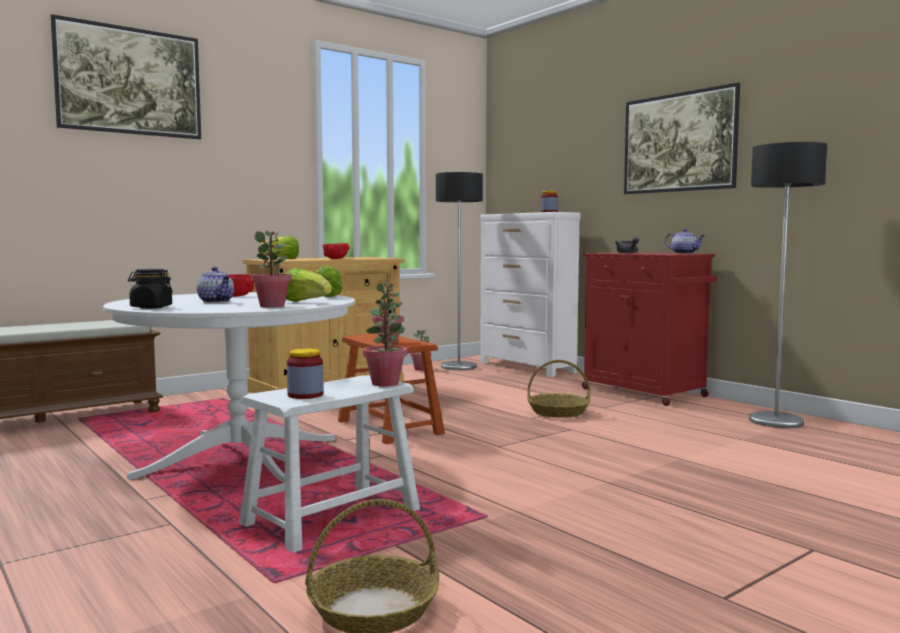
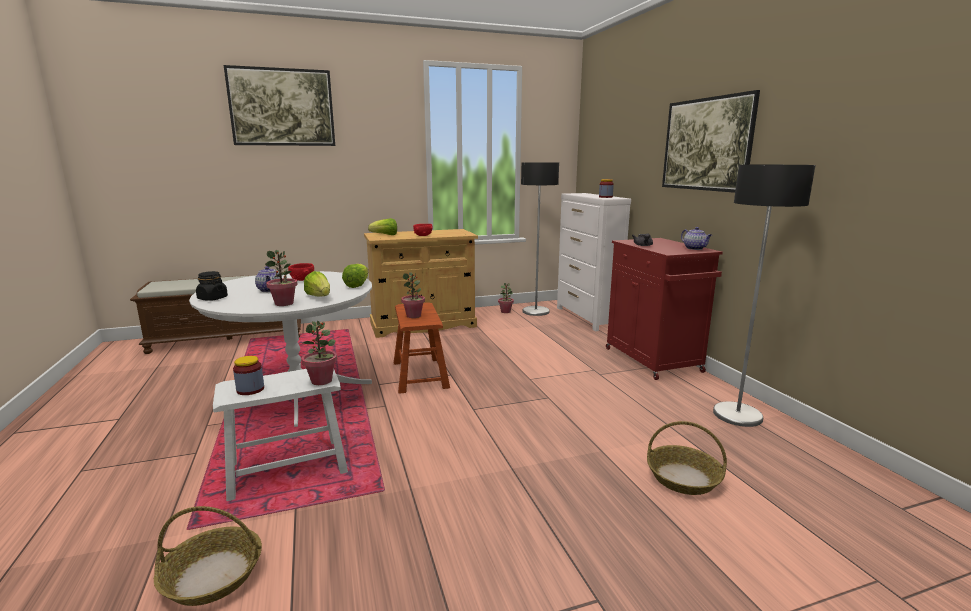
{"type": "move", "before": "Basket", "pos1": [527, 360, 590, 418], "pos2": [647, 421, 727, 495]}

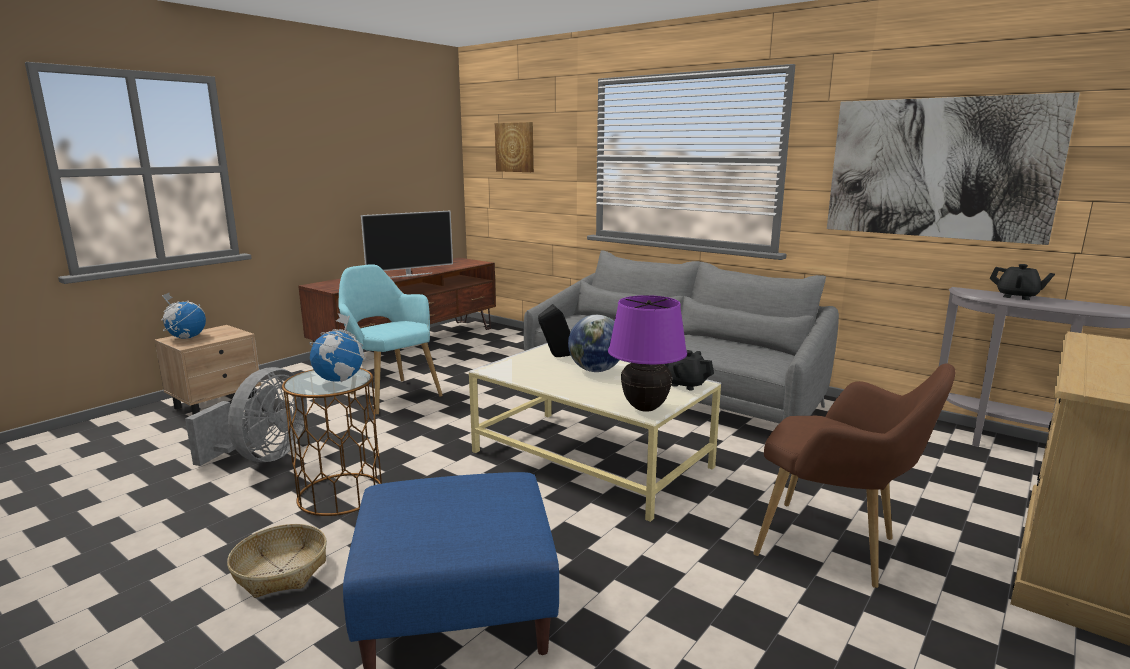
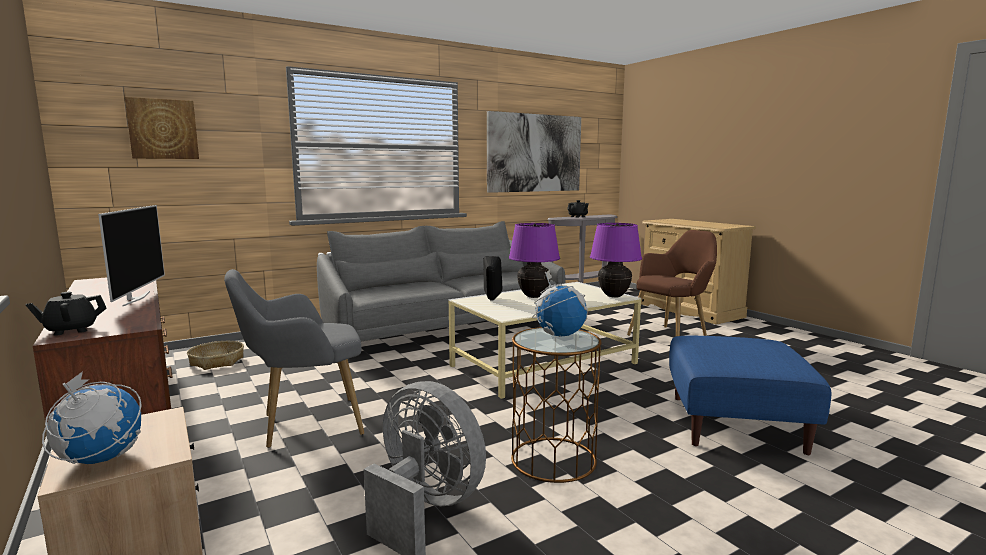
{"type": "move", "before": "Basket", "pos1": [227, 524, 327, 598], "pos2": [187, 341, 244, 370]}
{"type": "recolor", "before": "TurquoiseArmchair", "after": "GreyArmchair", "pos1": [338, 264, 442, 415], "pos2": [224, 269, 364, 448]}
{"type": "replace", "before": "Globe", "after": "PurpleTableLamp", "pos1": [568, 315, 619, 372], "pos2": [509, 223, 560, 298]}
{"type": "move", "before": "BlackTeapot", "pos1": [665, 350, 714, 390], "pos2": [26, 292, 107, 336]}

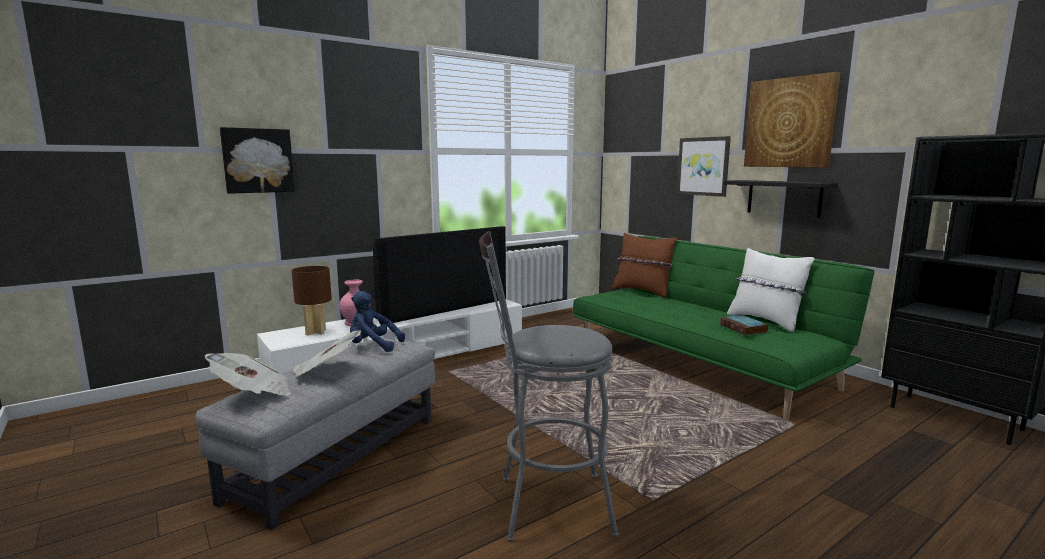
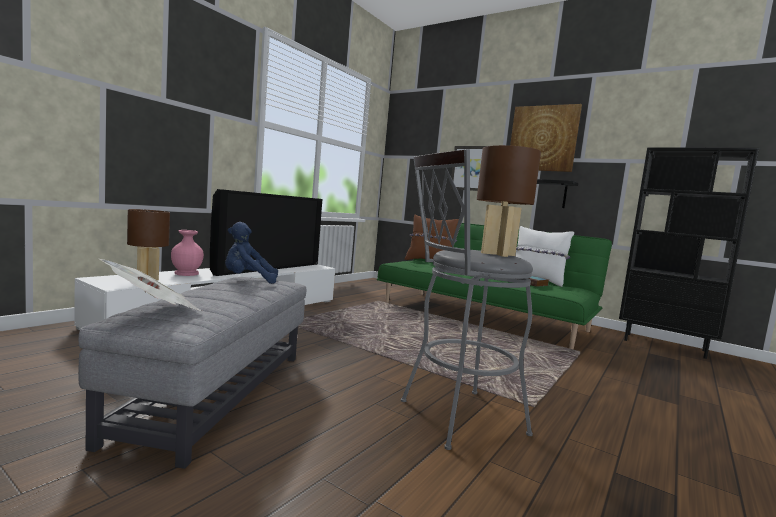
{"type": "delete", "before": "Picture", "pos1": [220, 127, 295, 194]}
{"type": "delete", "before": "Newspaper", "pos1": [294, 330, 361, 378]}
{"type": "insert", "after": "BrownTableLamp", "pos2": [477, 145, 541, 257]}

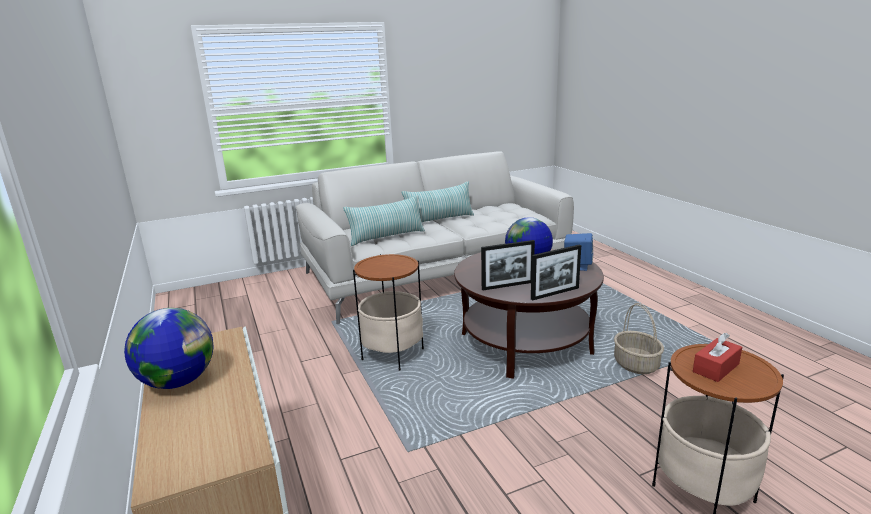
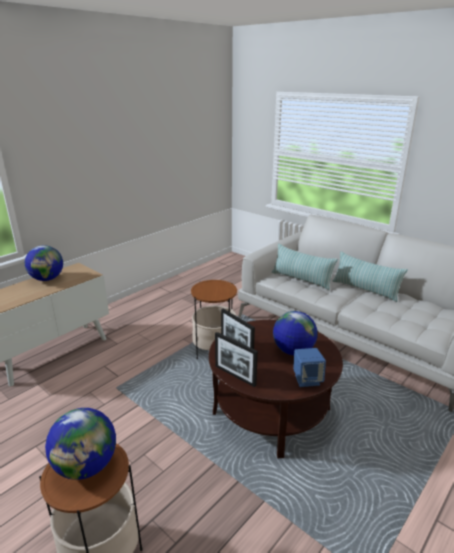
{"type": "delete", "before": "Basket", "pos1": [614, 303, 664, 374]}
{"type": "replace", "before": "RedTissueBox", "after": "Globe", "pos1": [693, 333, 742, 382], "pos2": [45, 408, 116, 480]}

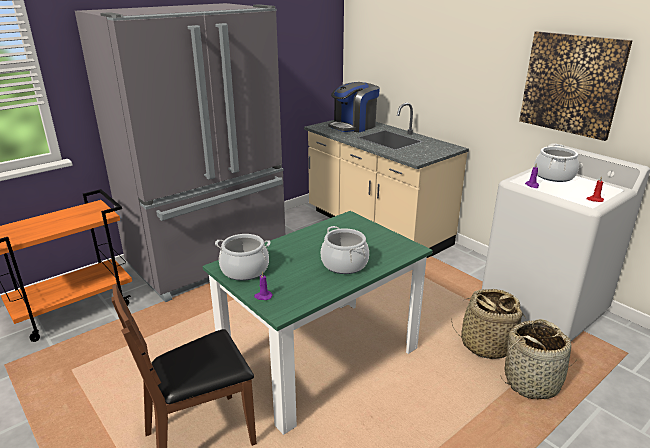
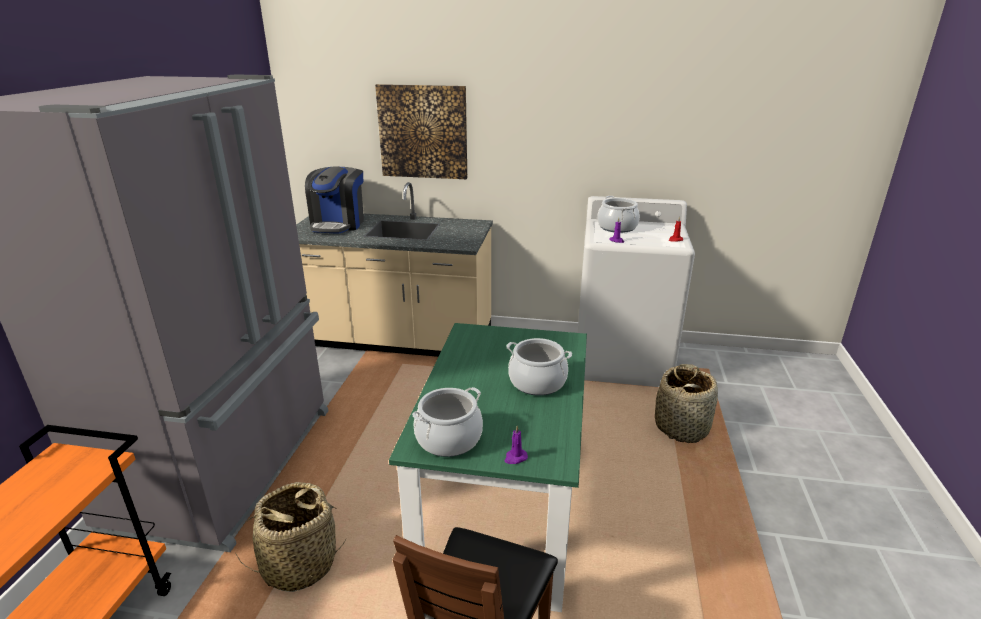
{"type": "move", "before": "Basket", "pos1": [451, 289, 526, 359], "pos2": [234, 482, 345, 592]}
{"type": "move", "before": "Picture", "pos1": [519, 31, 633, 141], "pos2": [375, 84, 467, 179]}

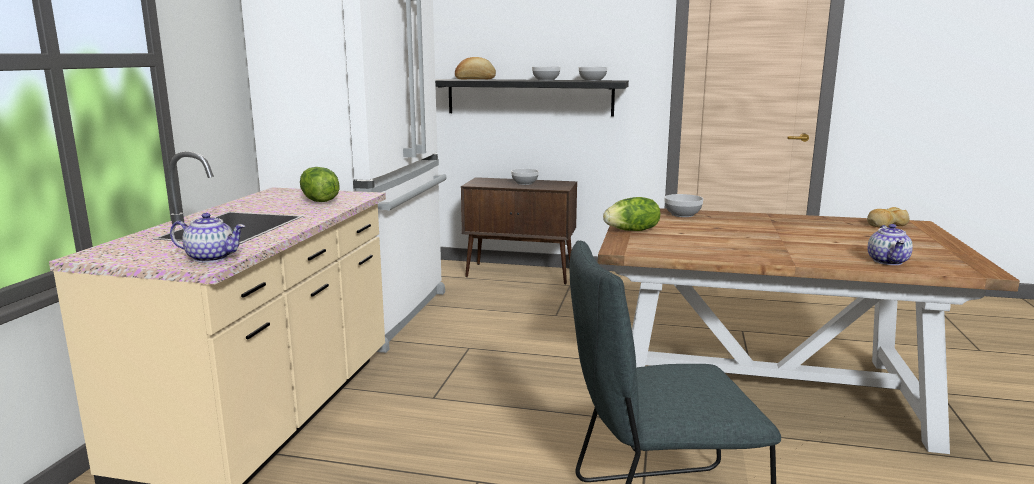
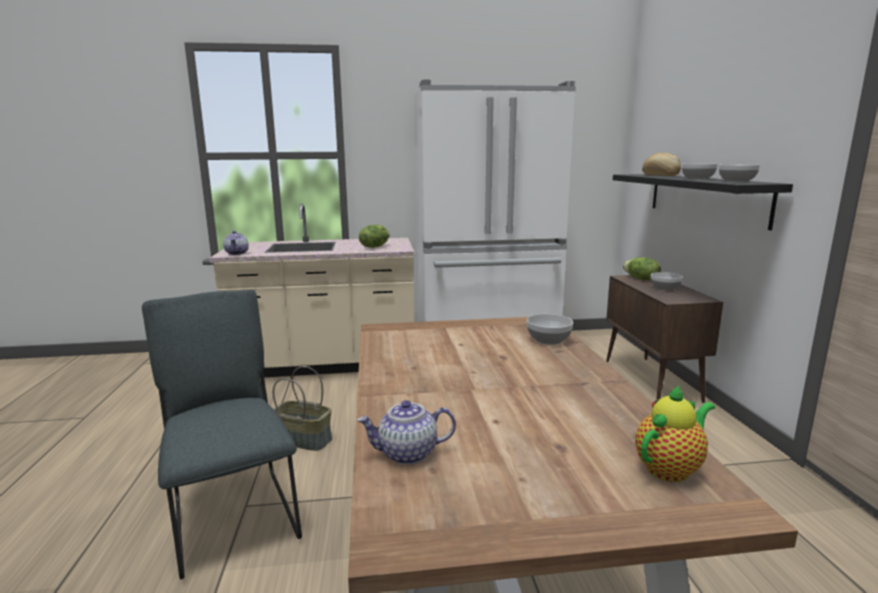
{"type": "move", "before": "Lettuce", "pos1": [603, 197, 660, 231], "pos2": [623, 257, 661, 280]}
{"type": "replace", "before": "Bread", "after": "Teapot", "pos1": [867, 207, 910, 228], "pos2": [635, 385, 716, 482]}
{"type": "insert", "after": "Basket", "pos2": [273, 366, 332, 451]}

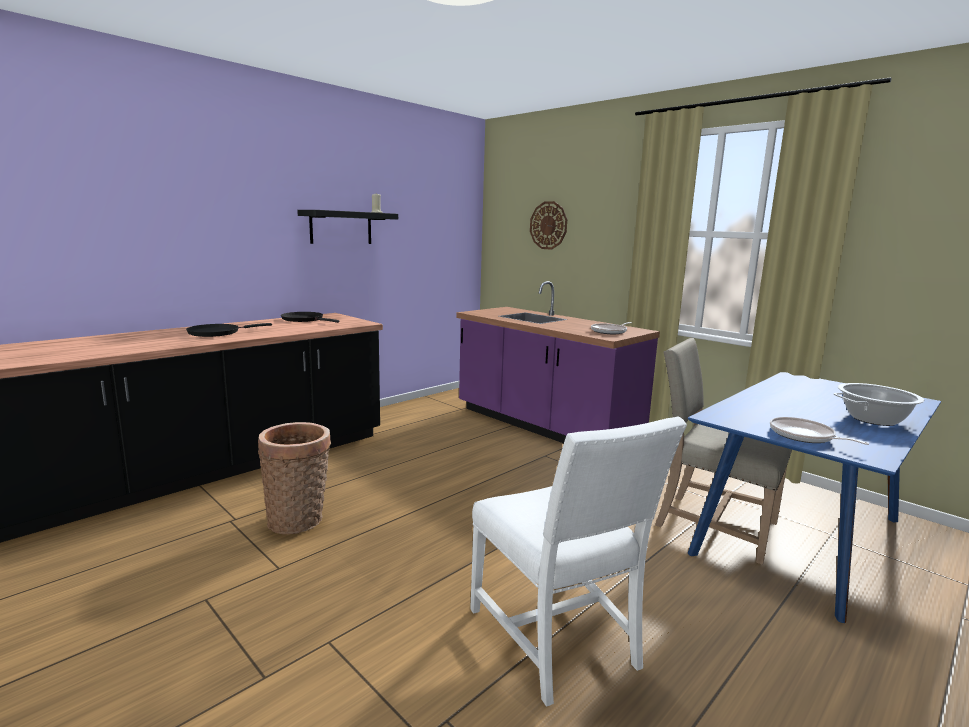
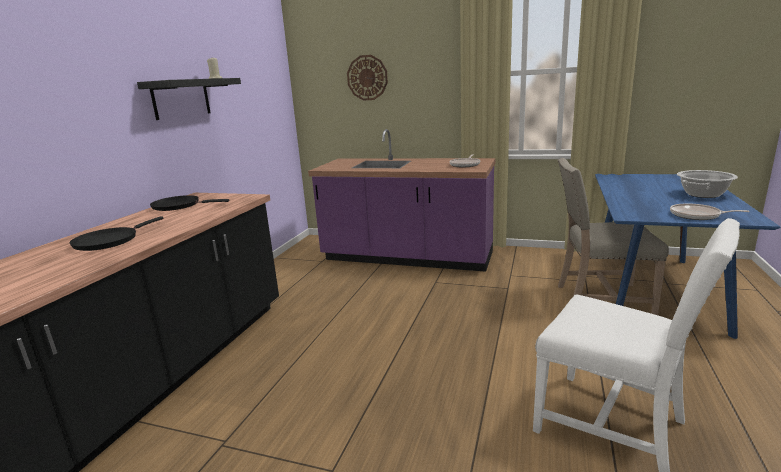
{"type": "delete", "before": "Basket", "pos1": [258, 422, 331, 534]}

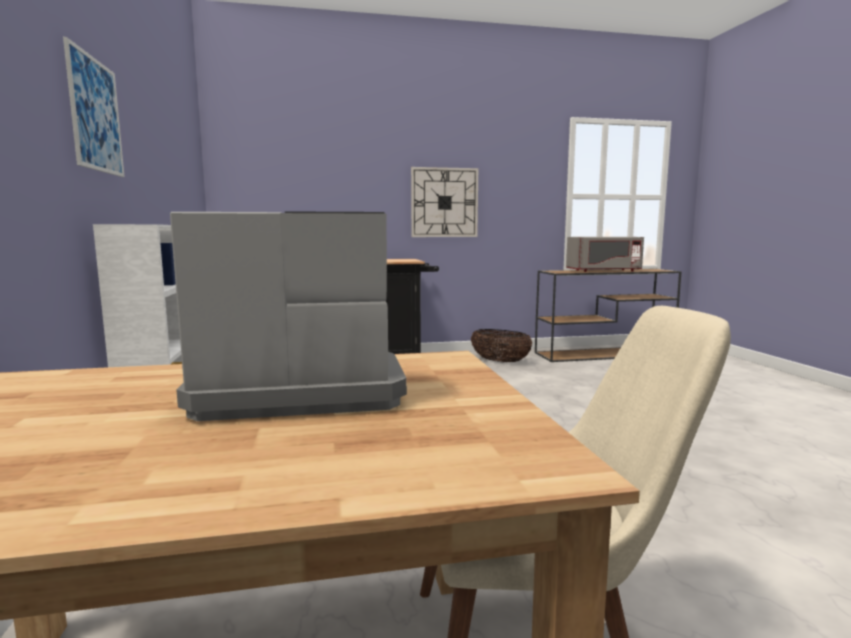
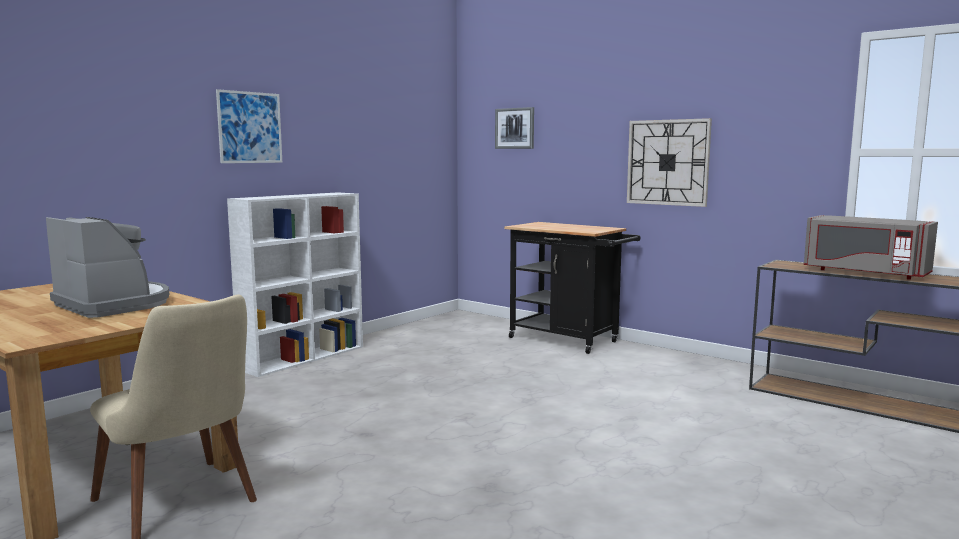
{"type": "delete", "before": "Basket", "pos1": [471, 329, 532, 362]}
{"type": "insert", "after": "Picture", "pos2": [495, 107, 534, 149]}

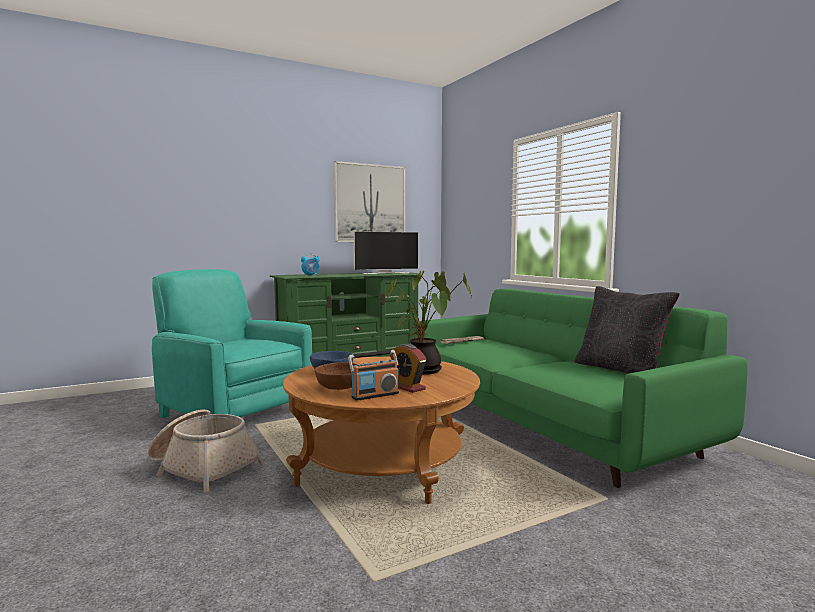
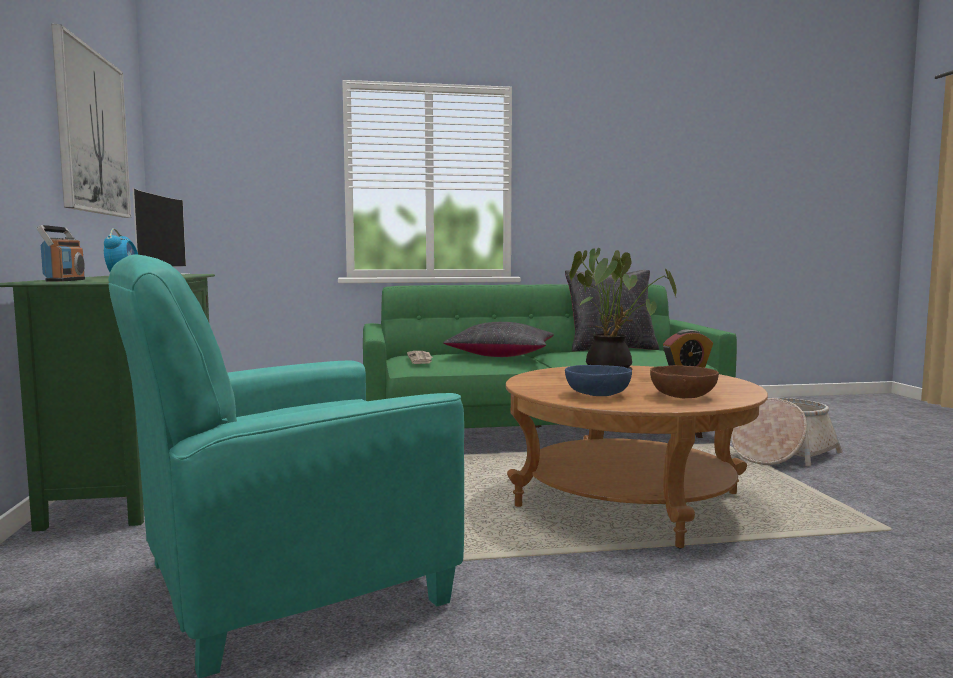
{"type": "move", "before": "Basket", "pos1": [148, 410, 264, 492], "pos2": [731, 398, 843, 466]}
{"type": "move", "before": "Radio", "pos1": [348, 350, 399, 401], "pos2": [36, 225, 85, 282]}
{"type": "insert", "after": "BlackPillow", "pos2": [443, 322, 554, 357]}

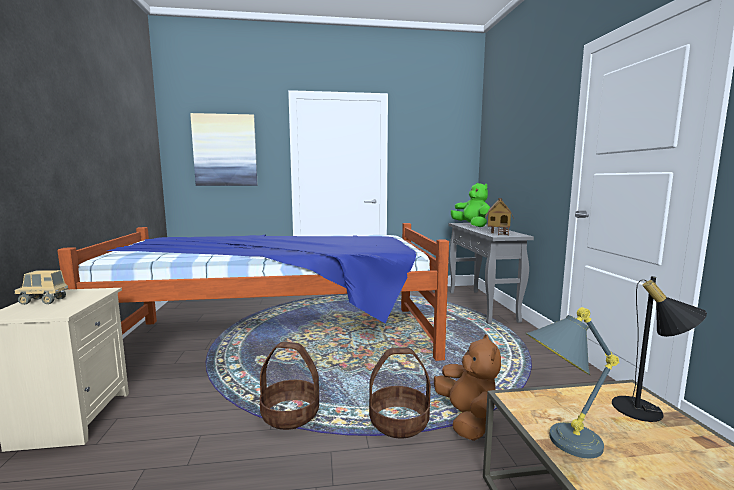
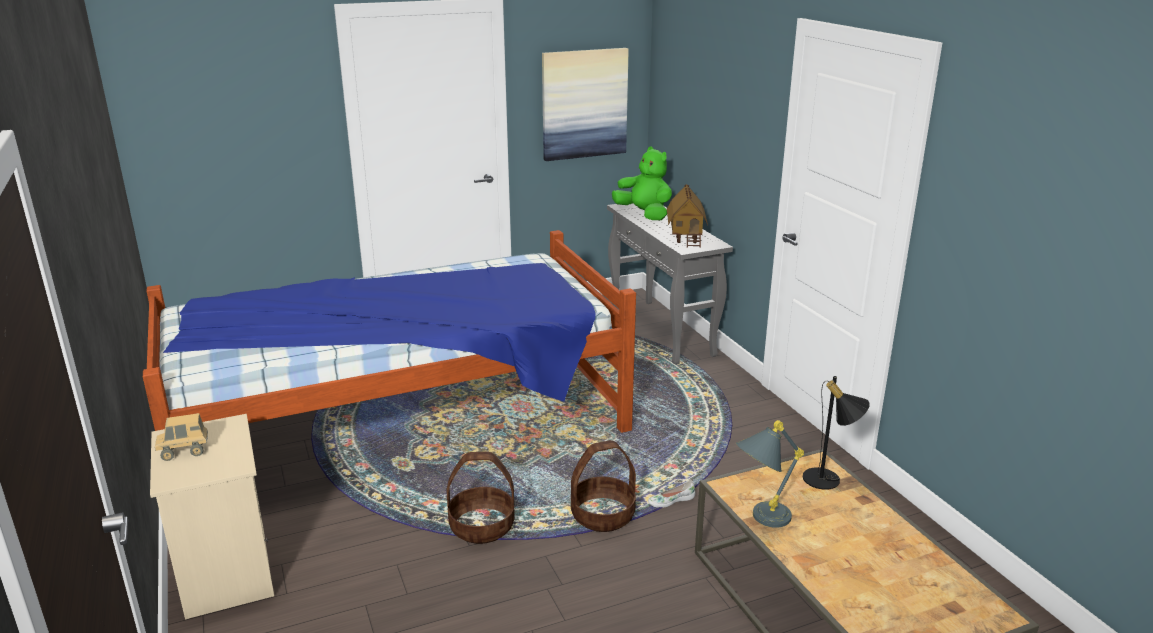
{"type": "move", "before": "Picture", "pos1": [190, 113, 258, 186], "pos2": [542, 48, 629, 161]}
{"type": "replace", "before": "BrownPlushToy", "after": "WhiteShoe", "pos1": [434, 334, 501, 441], "pos2": [648, 480, 695, 508]}

